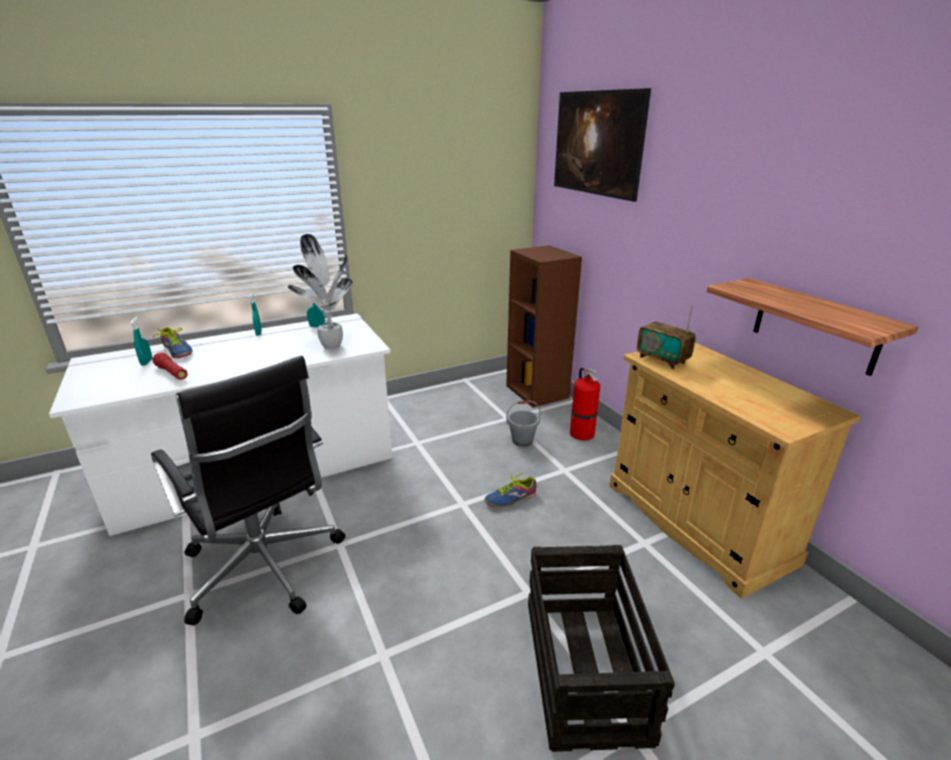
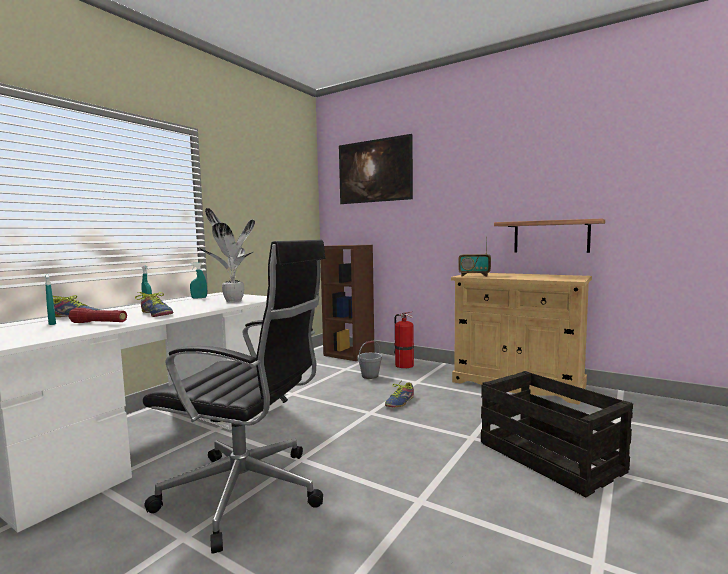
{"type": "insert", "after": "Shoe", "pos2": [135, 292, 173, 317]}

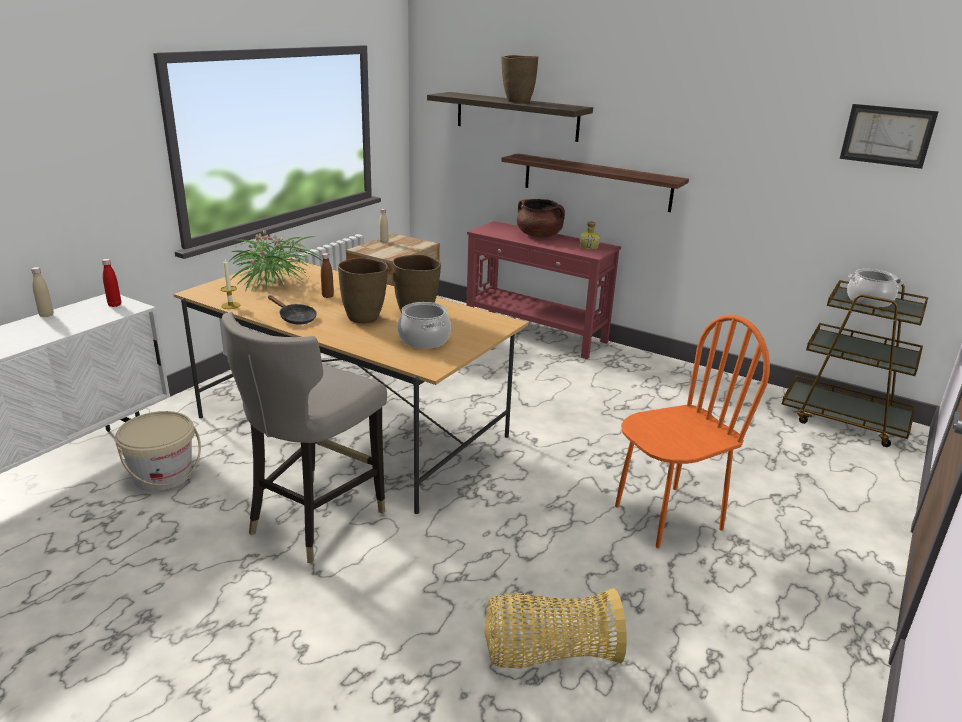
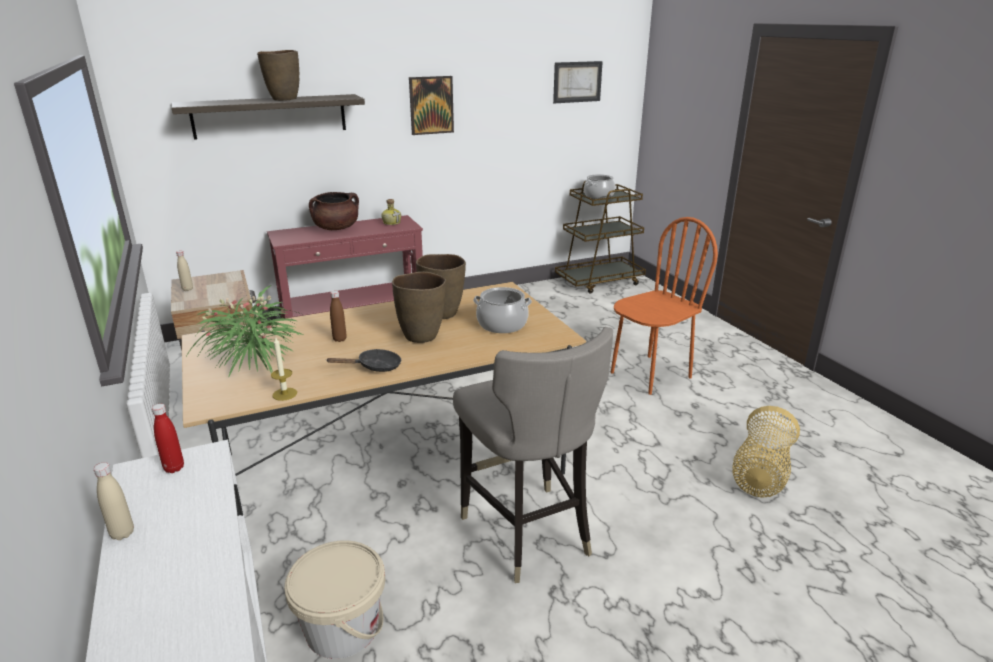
{"type": "delete", "before": "Shelf", "pos1": [501, 153, 689, 212]}
{"type": "rotate", "before": "OrangeChair", "pos1": [615, 315, 770, 548], "pos2": [611, 217, 718, 395], "turn": 45}
{"type": "insert", "after": "Picture", "pos2": [409, 76, 454, 135]}

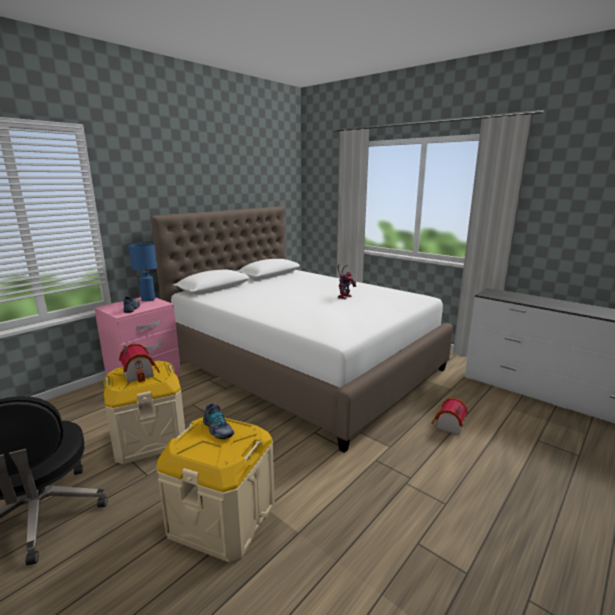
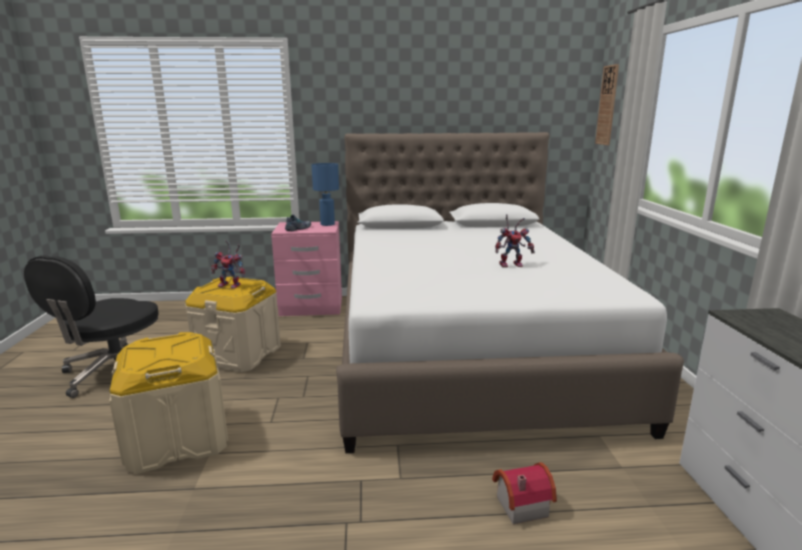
{"type": "replace", "before": "ToyHouse", "after": "ToyRobot", "pos1": [119, 344, 160, 383], "pos2": [211, 240, 245, 289]}
{"type": "delete", "before": "Shoe", "pos1": [203, 403, 234, 439]}
{"type": "insert", "after": "WallClock", "pos2": [595, 64, 619, 145]}

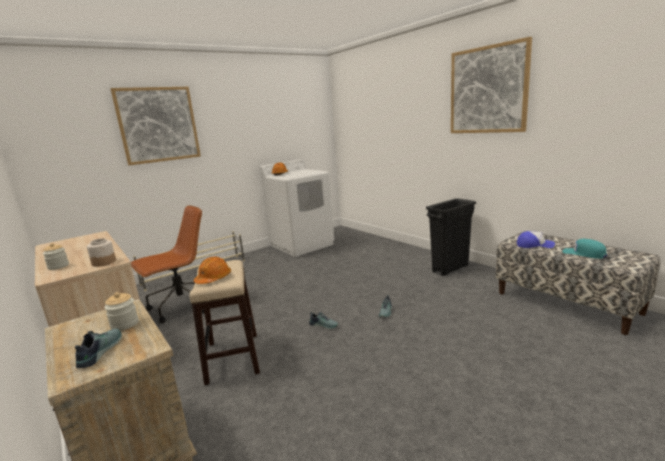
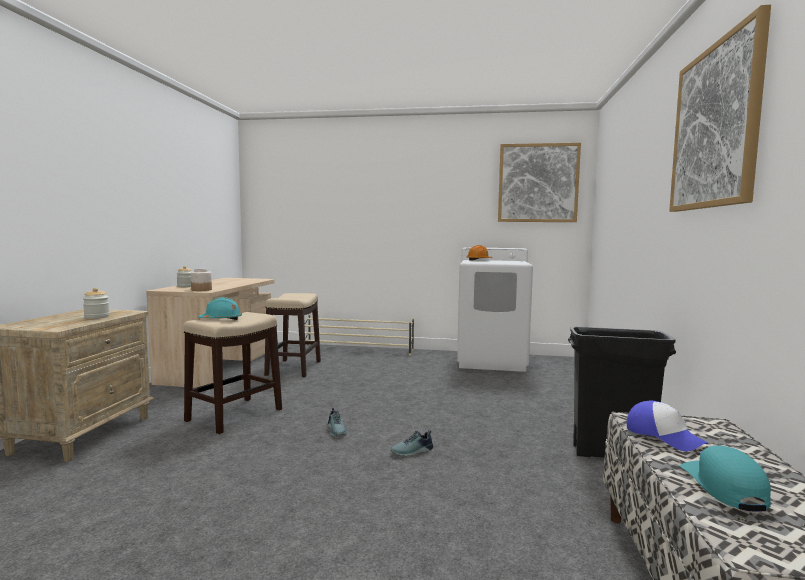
{"type": "delete", "before": "Shoe", "pos1": [75, 328, 122, 368]}
{"type": "move", "before": "Picture", "pos1": [111, 87, 201, 165], "pos2": [498, 143, 581, 222]}
{"type": "replace", "before": "BrownOfficeChair", "after": "Stool", "pos1": [131, 205, 204, 323], "pos2": [264, 293, 321, 377]}
{"type": "recolor", "before": "OrangeHardHat", "after": "TurquoiseHardHat", "pos1": [194, 257, 231, 284], "pos2": [198, 297, 242, 320]}

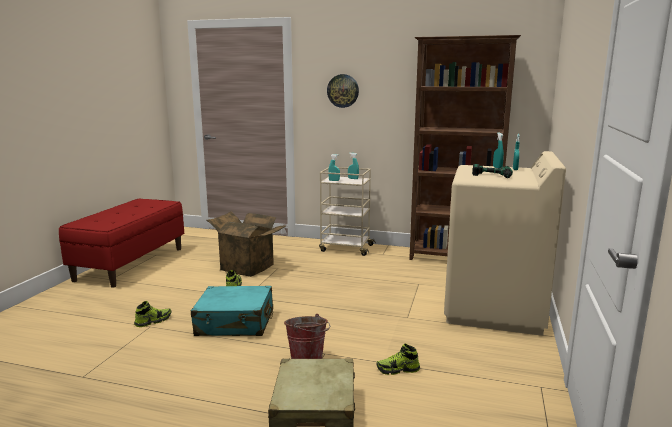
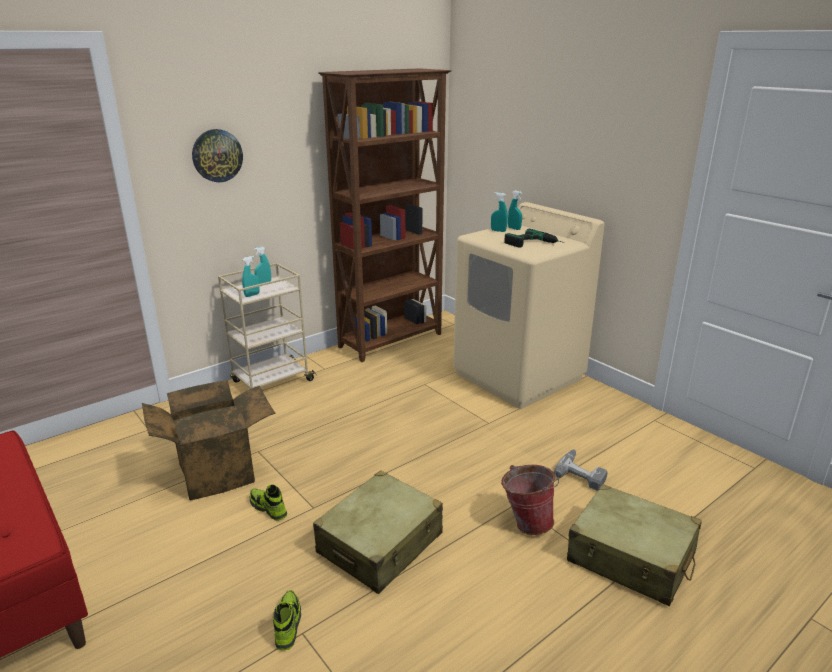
{"type": "recolor", "before": "TurquoiseSuitcase", "after": "BeigeSuitcase", "pos1": [191, 286, 273, 336], "pos2": [313, 470, 443, 594]}
{"type": "replace", "before": "Shoe", "after": "PowerDrill", "pos1": [376, 343, 420, 375], "pos2": [554, 449, 607, 491]}

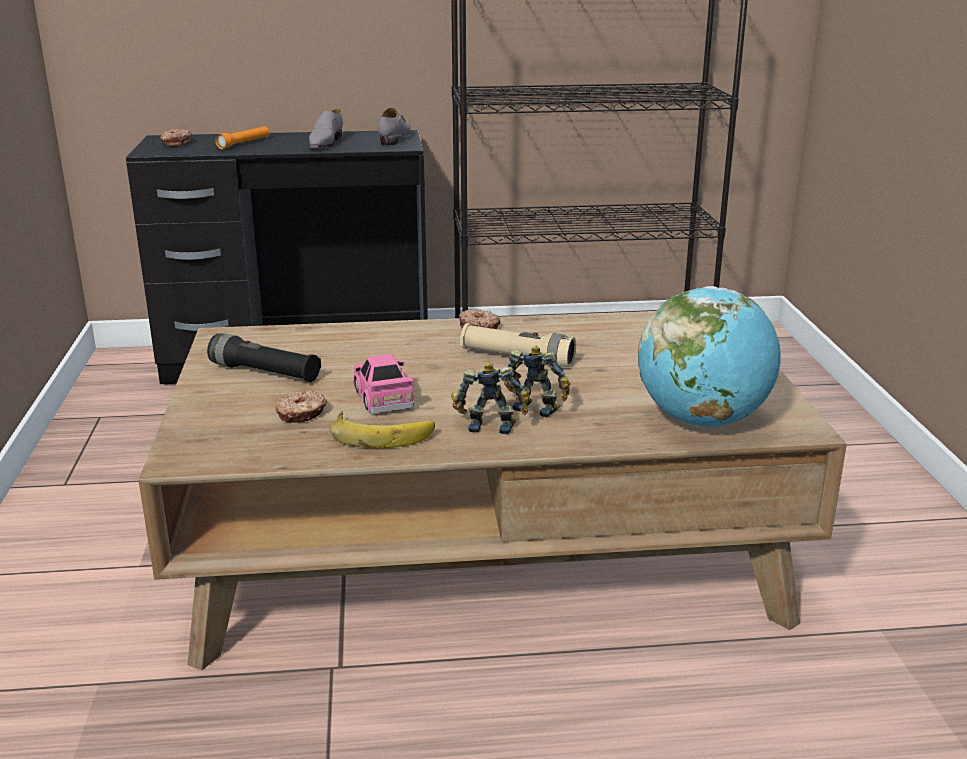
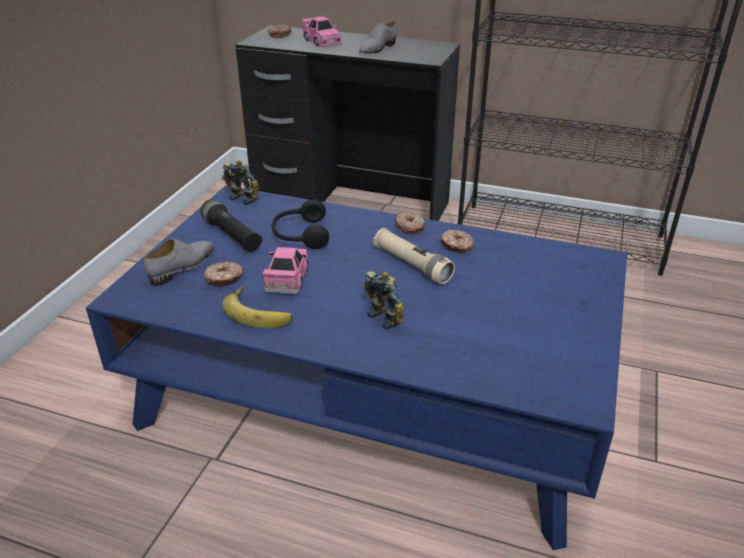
{"type": "recolor", "before": "BrownCoffeeTable", "after": "BlueCoffeeTable", "pos1": [138, 311, 847, 670], "pos2": [86, 185, 627, 550]}
{"type": "replace", "before": "OrangeFlashlight", "after": "PinkToyCar", "pos1": [215, 126, 269, 149], "pos2": [302, 16, 342, 47]}
{"type": "move", "before": "GreyShoe", "pos1": [378, 108, 411, 145], "pos2": [144, 239, 214, 286]}
{"type": "move", "before": "ToyRobot", "pos1": [451, 362, 529, 435], "pos2": [222, 160, 259, 205]}
{"type": "delete", "before": "Globe", "pos1": [638, 286, 781, 427]}
{"type": "insert", "after": "BlackHeadphones", "pos2": [271, 199, 329, 249]}
{"type": "insert", "after": "Donut", "pos2": [440, 230, 474, 253]}

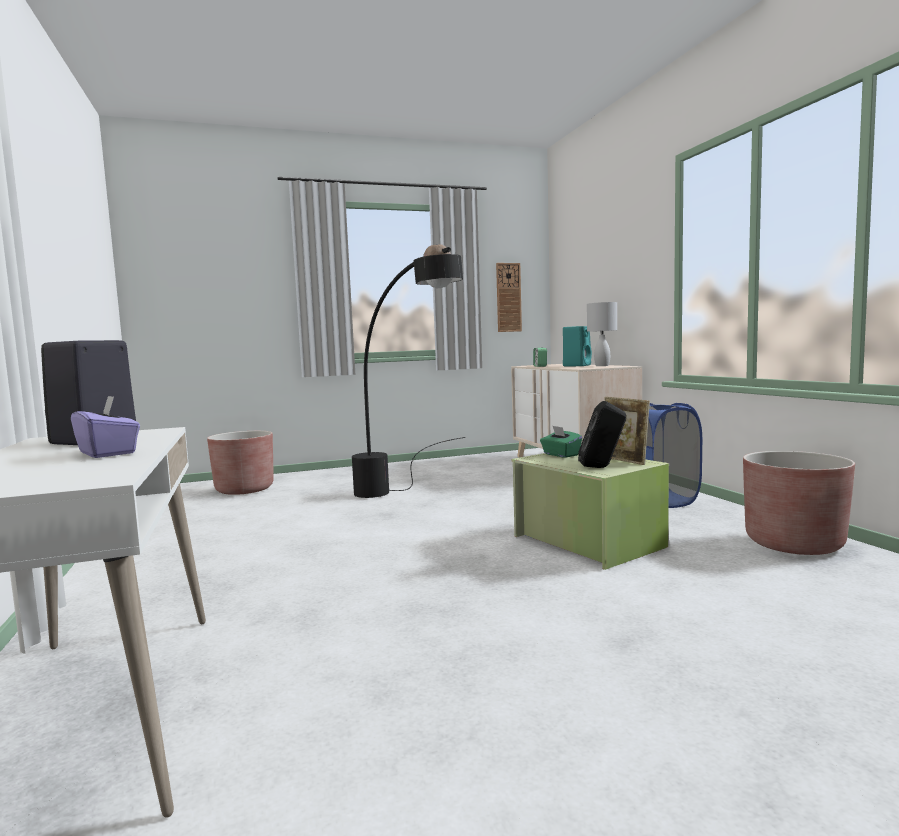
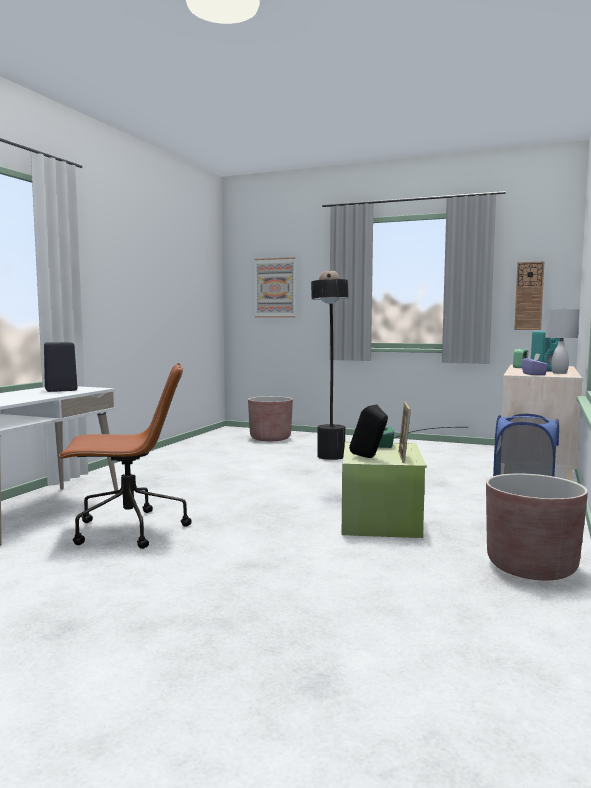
{"type": "move", "before": "PurpleTissueBox", "pos1": [71, 396, 140, 458], "pos2": [521, 354, 549, 375]}
{"type": "insert", "after": "BrownOfficeChair", "pos2": [58, 363, 192, 549]}
{"type": "insert", "after": "Picture", "pos2": [254, 257, 296, 318]}

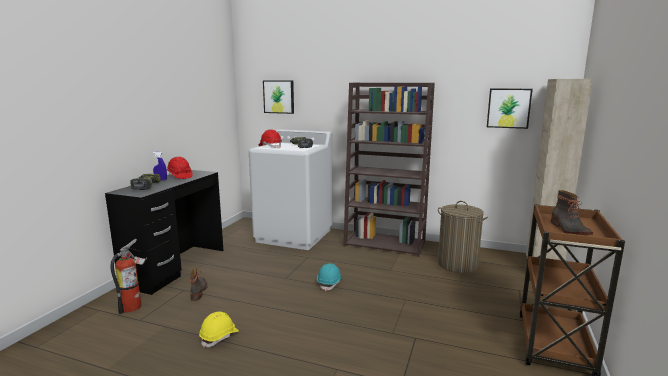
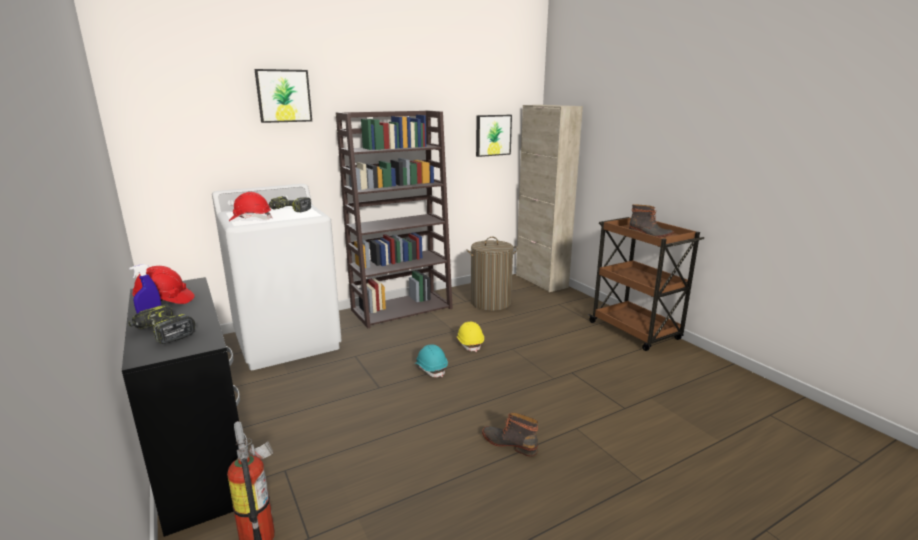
{"type": "move", "before": "Boot", "pos1": [190, 268, 207, 301], "pos2": [482, 412, 538, 457]}
{"type": "move", "before": "YellowHardHat", "pos1": [199, 312, 239, 348], "pos2": [457, 322, 484, 352]}
{"type": "move", "before": "Picture", "pos1": [263, 80, 294, 114], "pos2": [254, 69, 312, 123]}

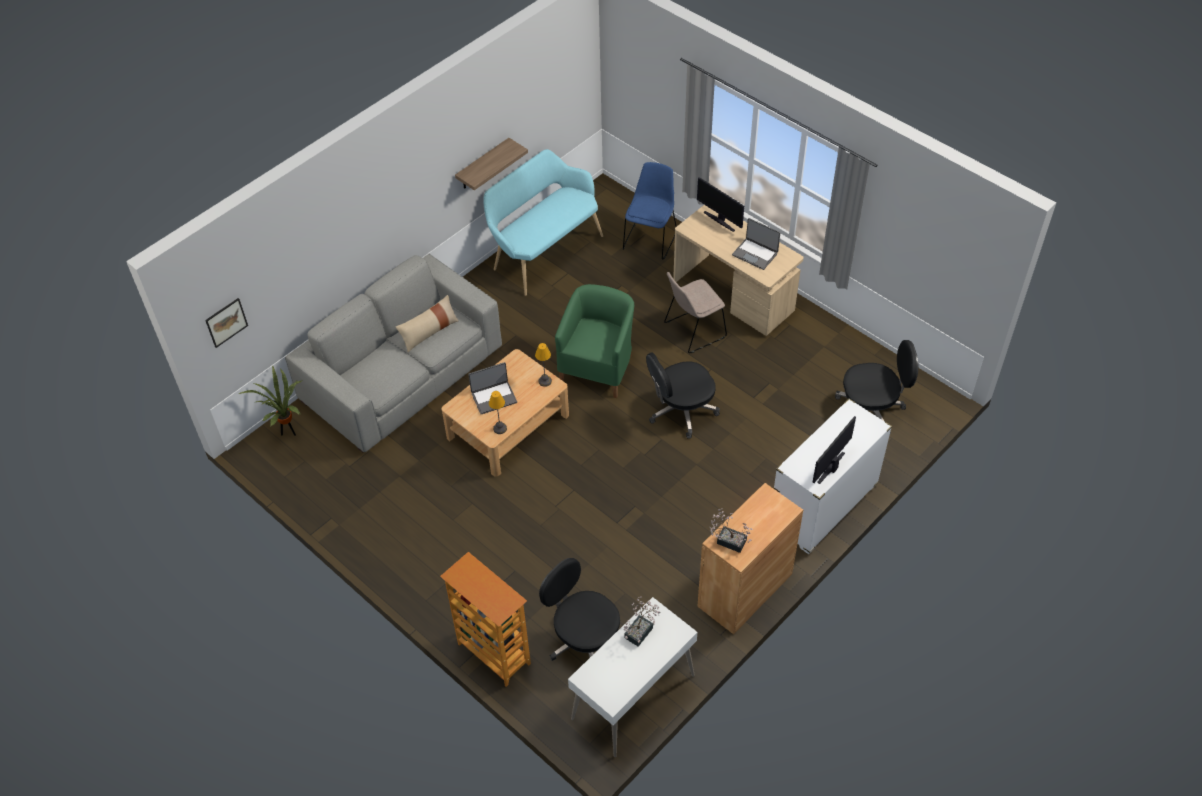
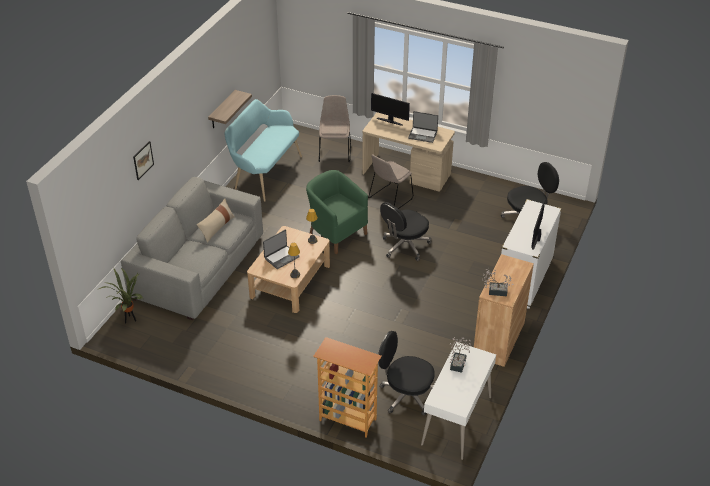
{"type": "move", "before": "Picture", "pos1": [205, 298, 248, 348], "pos2": [133, 141, 154, 180]}
{"type": "rotate", "before": "GreenArmchair", "pos1": [555, 284, 634, 398], "pos2": [306, 170, 368, 254], "turn": -45}
{"type": "recolor", "before": "BlueChair", "after": "BeigeChair", "pos1": [623, 162, 677, 260], "pos2": [319, 95, 351, 162]}

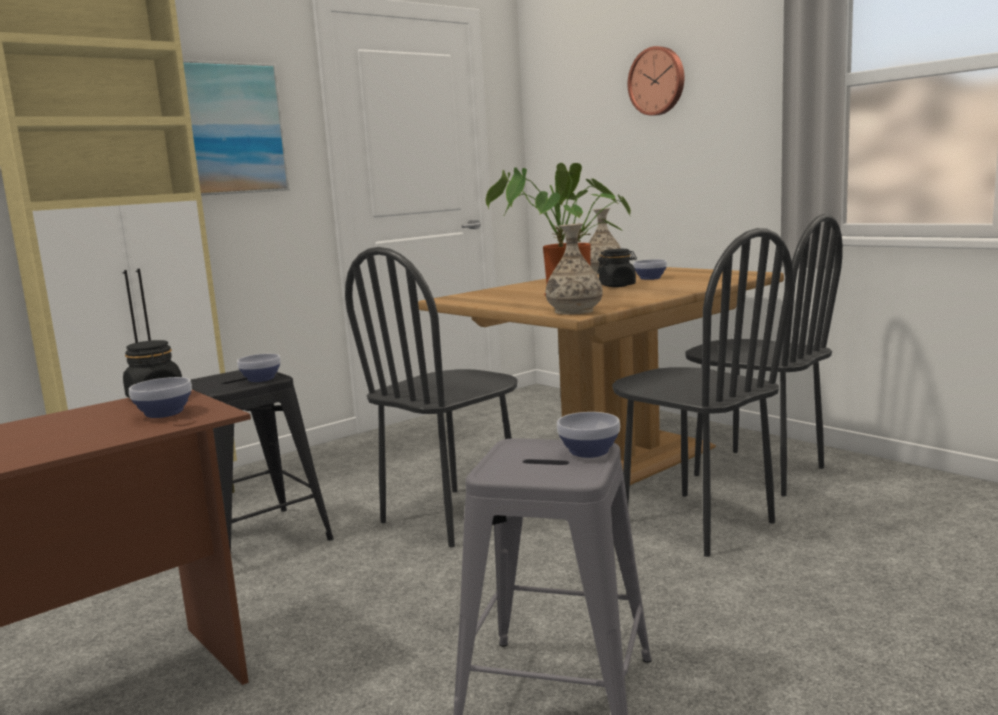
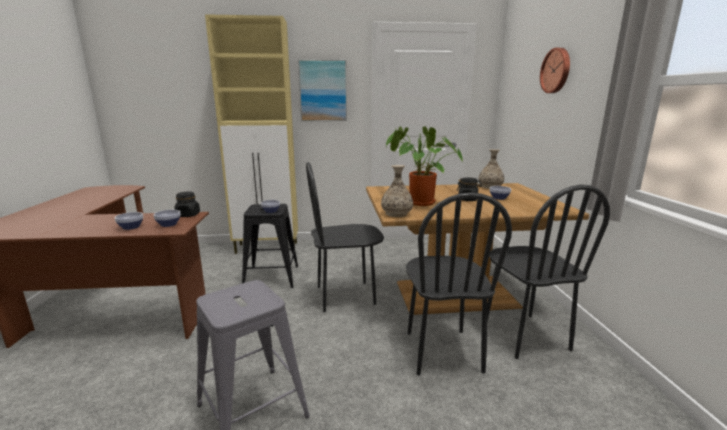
{"type": "move", "before": "Bowl", "pos1": [557, 412, 620, 458], "pos2": [115, 212, 143, 230]}

